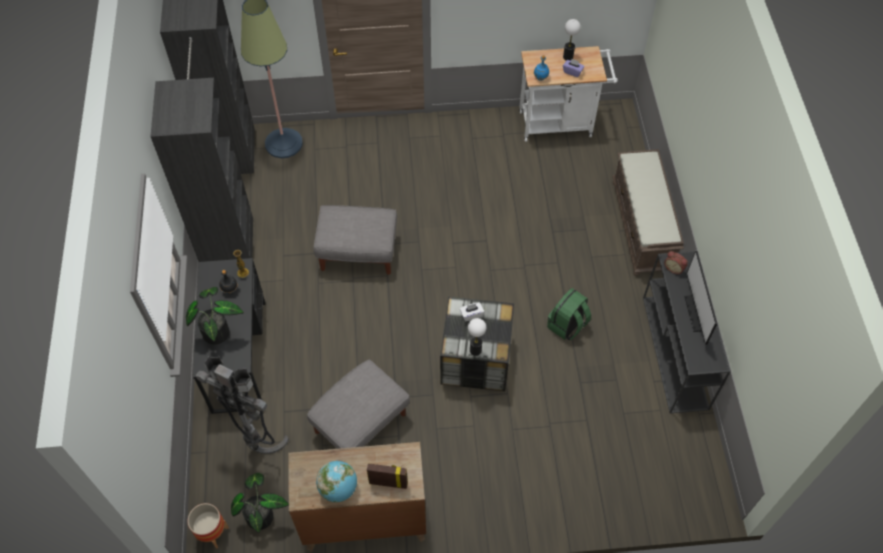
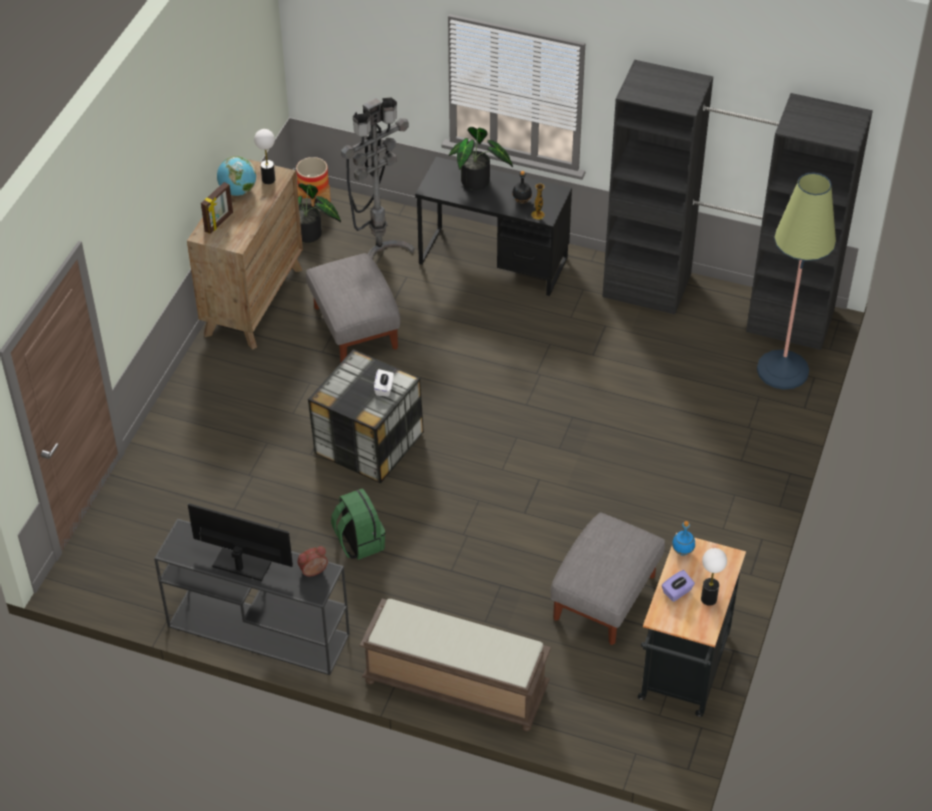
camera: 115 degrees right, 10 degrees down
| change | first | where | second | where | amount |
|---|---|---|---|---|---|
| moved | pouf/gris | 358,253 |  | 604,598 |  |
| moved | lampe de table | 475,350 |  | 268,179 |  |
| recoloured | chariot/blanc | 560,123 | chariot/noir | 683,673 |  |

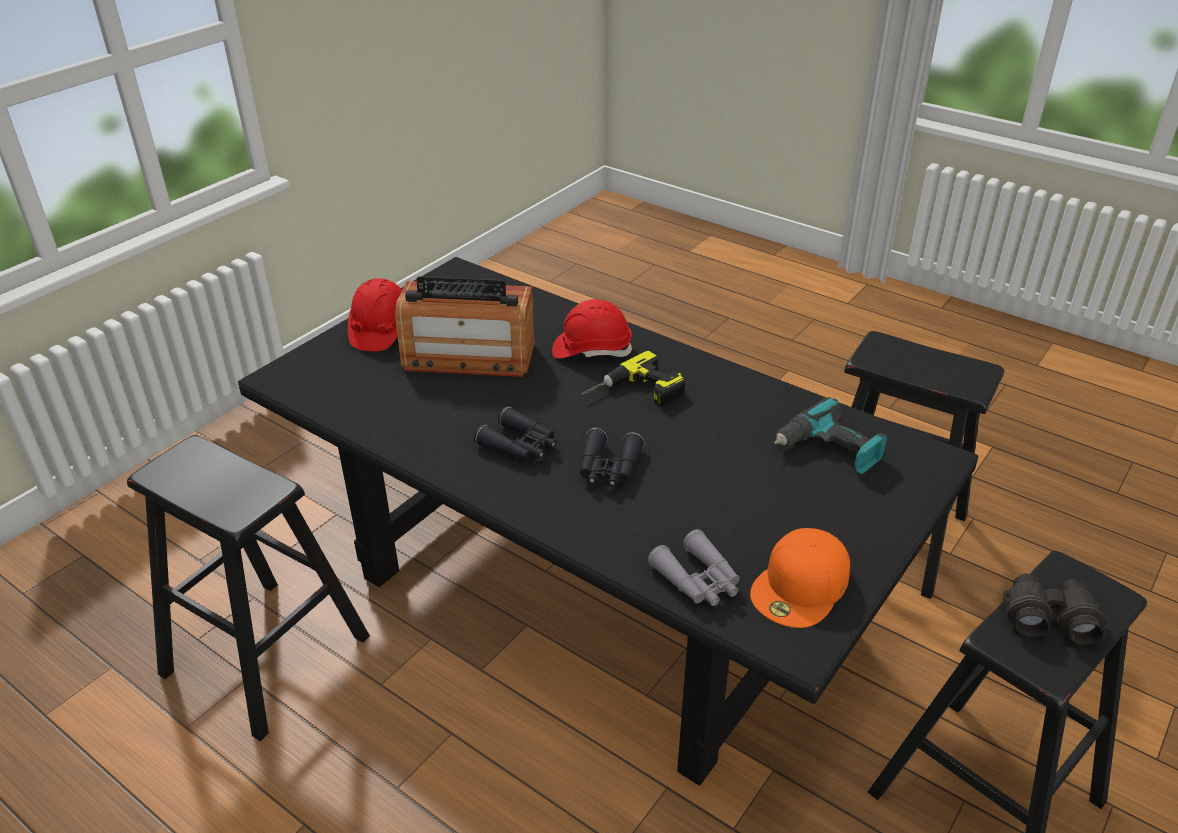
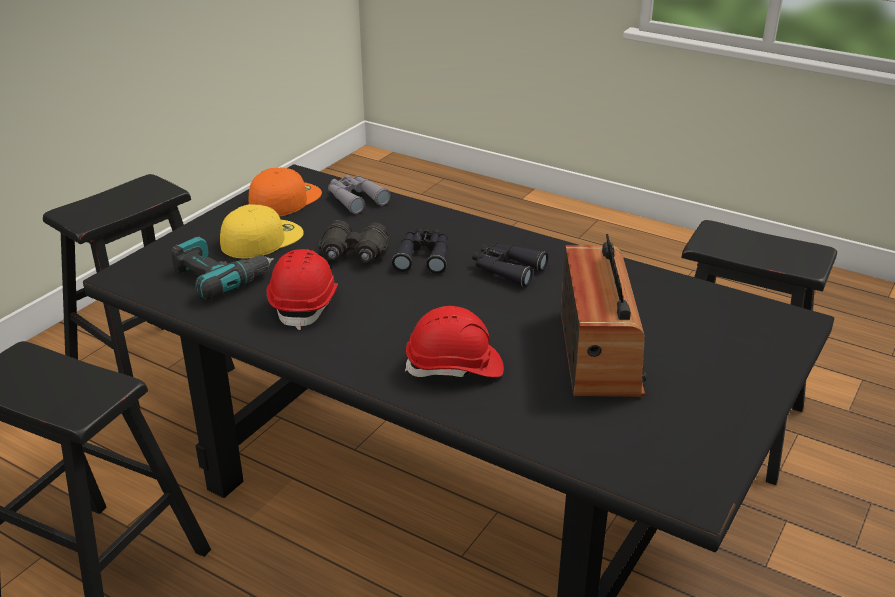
camera: 175 degrees right, 5 degrees down
| change | first | where | second | where | amount |
|---|---|---|---|---|---|
| moved | casque de chantier/rouge | 380,330 |  | 305,304 |  |
| turned | radio | 468,357 |  | 599,352 | 90 degrees clockwise |
| removed | perceuse | 635,393 |  |  |  |
| moved | jumelles/noir | 1048,617 |  | 354,255 |  |
| added |  |  | casquette/jaune | 262,238 |  |

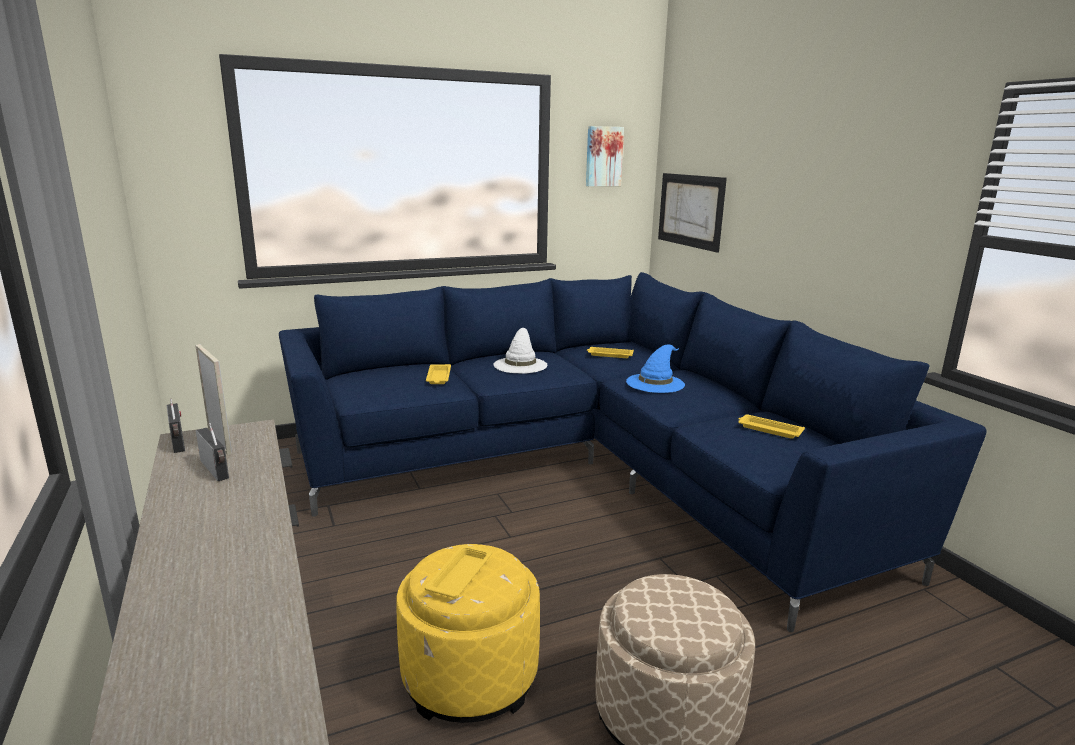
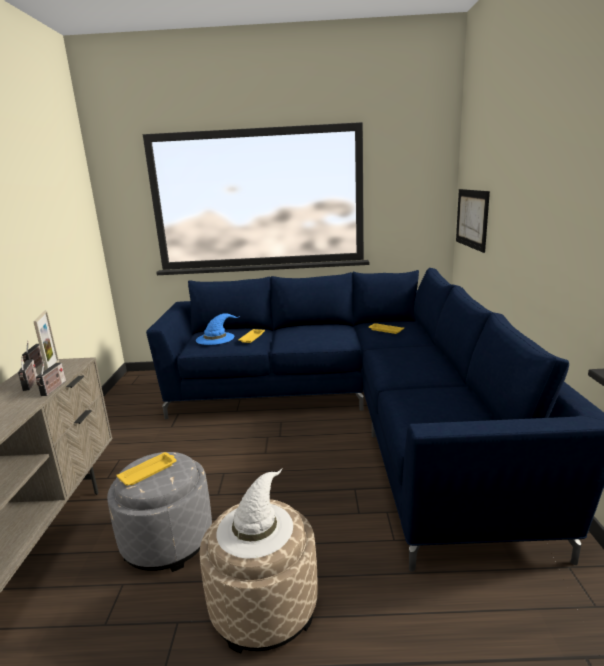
camera: 25 degrees right, 0 degrees up
| change | first | where | second | where | amount |
|---|---|---|---|---|---|
| recoloured | pouf/jaune | 470,677 | pouf/gris | 167,540 |  |
| moved | chapeau/blanc | 520,364 |  | 255,527 |  |
| removed | tableau | 603,156 |  |  |  |
| moved | chapeau/bleu | 655,382 |  | 215,338 |  |
| removed | plateau/jaune | 768,429 |  |  |  |
| added |  |  | radio | 53,389 |  |

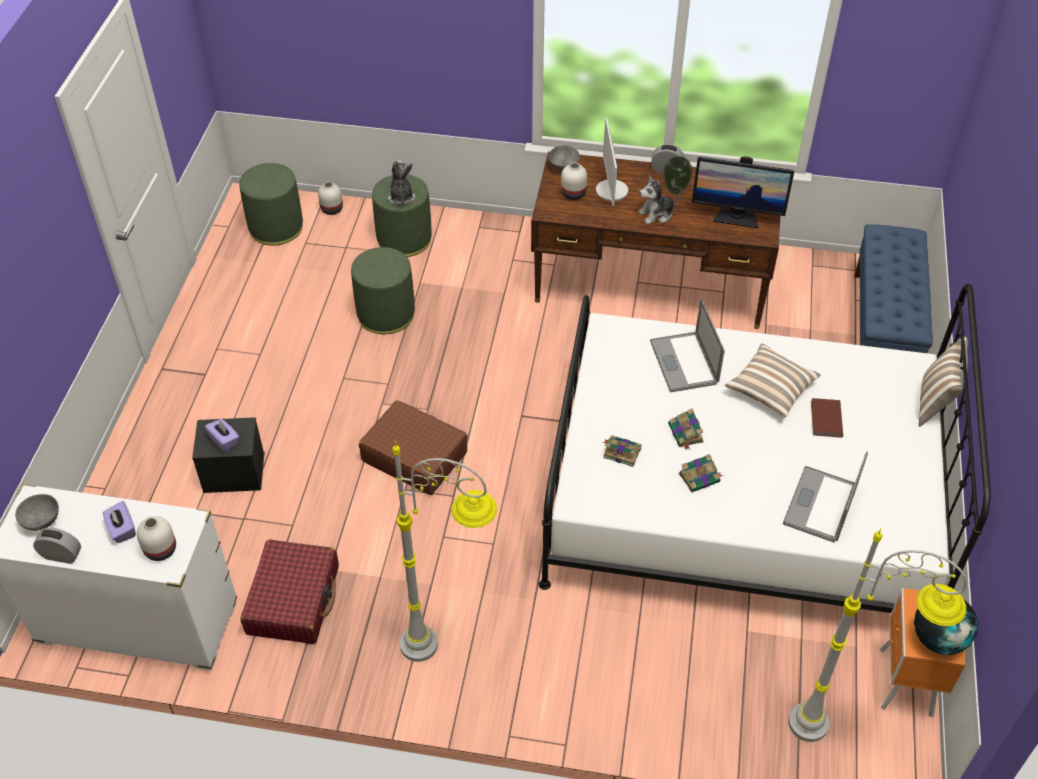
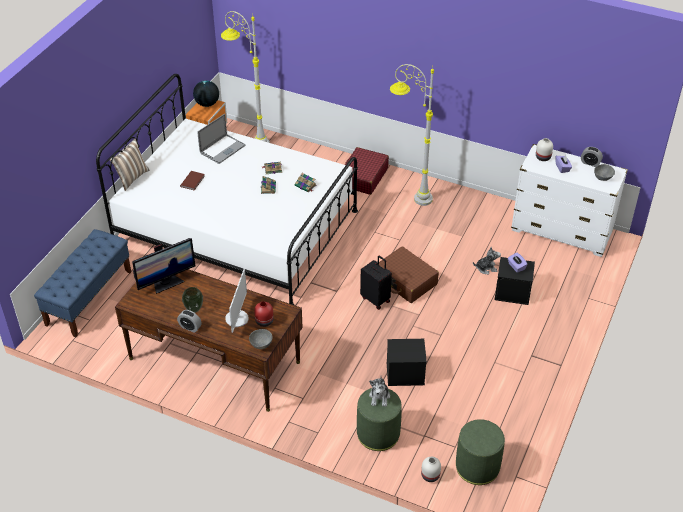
camera: 165 degrees left, 5 degrees down
| change | first | where | second | where | amount |
|---|---|---|---|---|---|
| moved | valise/rouge | 293,600 |  | 363,177 |  |
| replaced | pouf/vert | 386,314 | boîte de rangement/noir | 404,374 |  |
| recoloured | vase/blanc | 573,193 | vase/rouge | 264,322 |  |
| moved | peluche | 656,214 |  | 486,268 |  |
| removed | ordinateur portable | 684,362 |  |  |  |
| turned | écran d'ordinateur | 736,217 |  | 166,283 | 120 degrees clockwise |
| removed | coussin | 770,389 |  |  |  |
| added |  |  | valise/noir | 376,299 |  |

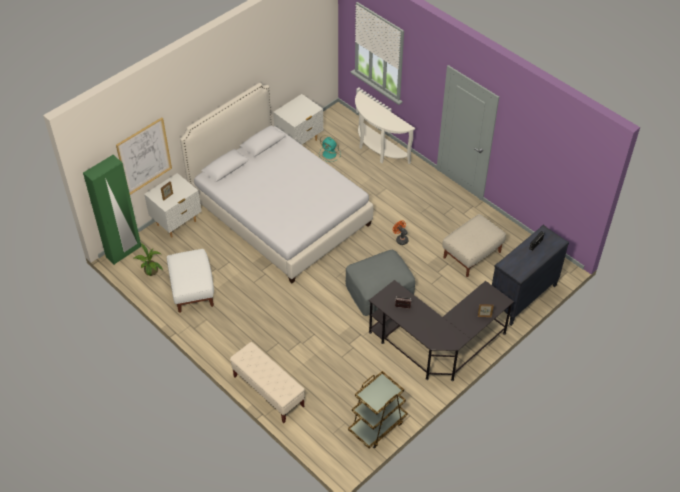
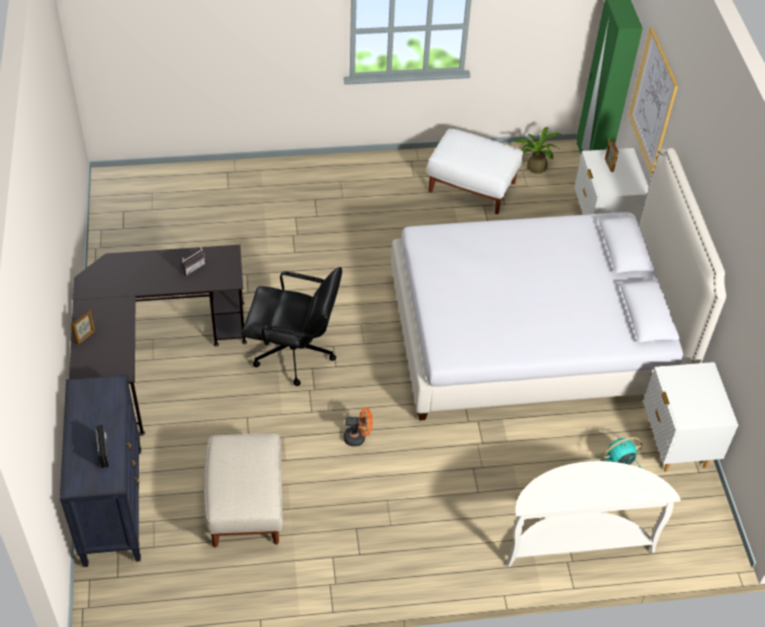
camera: 125 degrees right, 0 degrees up
| change | first | where | second | where | amount |
|---|---|---|---|---|---|
| removed | banc/beige | 268,391 |  |  |  |
| replaced | pouf/gris | 379,290 | chaise de bureau/noir | 294,354 |  |
| removed | chariot/marron | 377,425 |  |  |  |

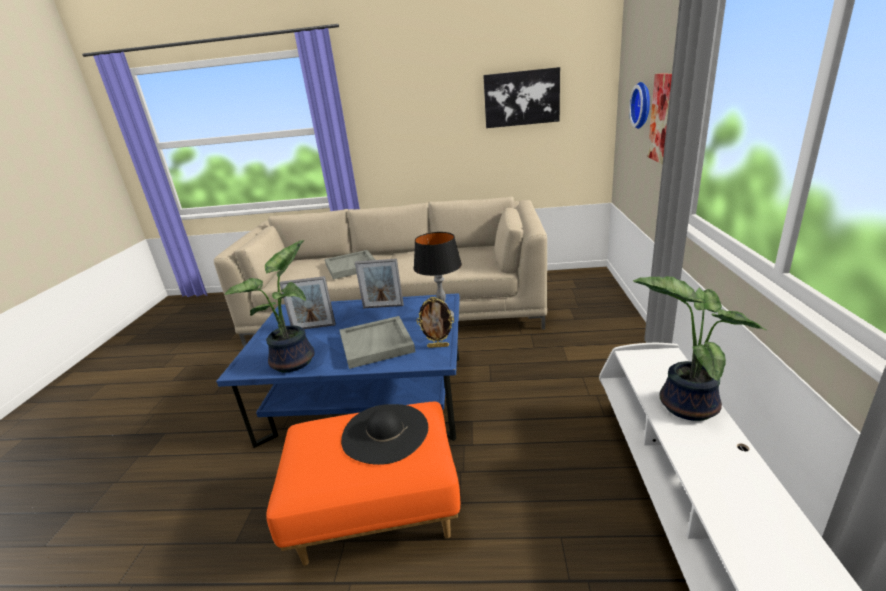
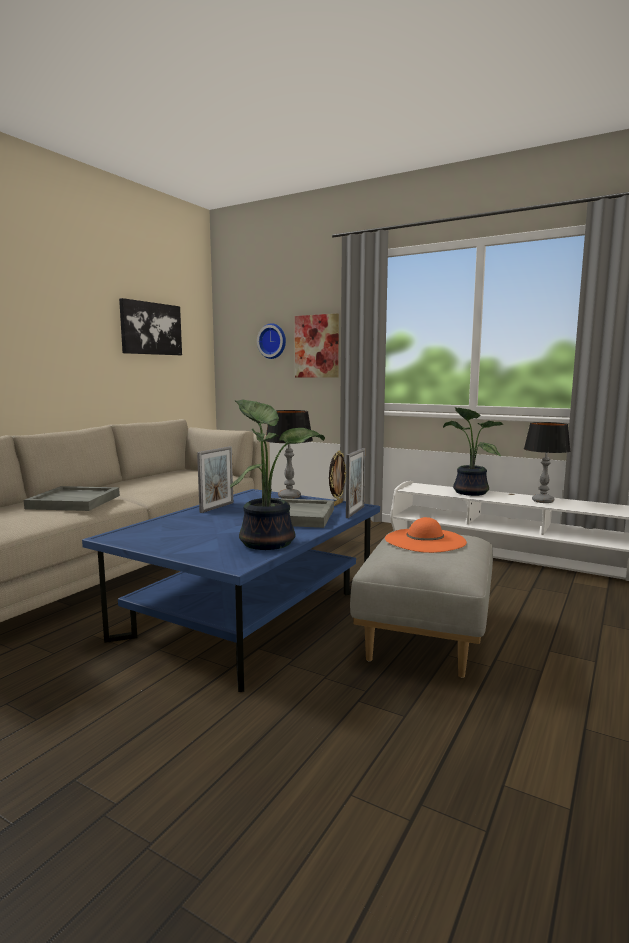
camera: 65 degrees left, 15 degrees down
| change | first | where | second | where | amount |
|---|---|---|---|---|---|
| recoloured | pouf/orange | 376,513 | pouf/gris | 426,636 |  |
| moved | cadre photo | 313,327 |  | 355,512 |  |
| recoloured | chapeau/noir | 385,432 | chapeau/orange | 425,540 |  |
| added |  |  | lampe de table | 542,501 |  |

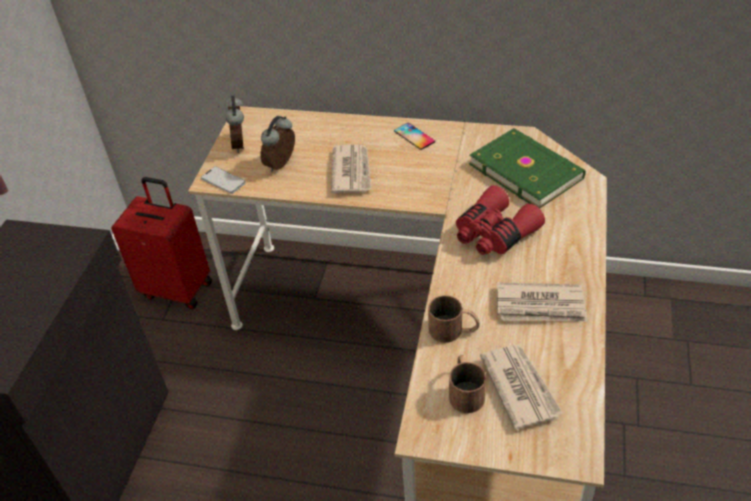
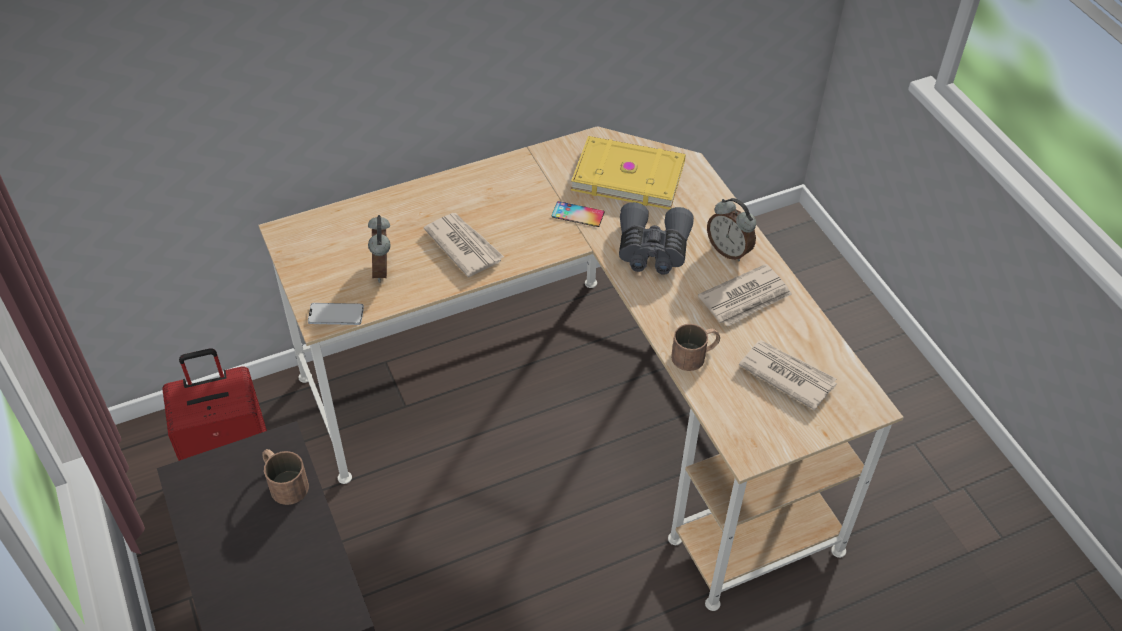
camera: 40 degrees left, 5 degrees up
| change | first | where | second | where | amount |
|---|---|---|---|---|---|
| moved | réveil | 241,144 |  | 729,250 |  |
| moved | téléphone | 414,136 |  | 578,214 |  |
| moved | mug/marron | 465,390 |  | 283,482 |  |
| recoloured | jumelles/rouge | 494,233 | jumelles/gris | 652,250 |  |
| recoloured | livre/vert | 526,170 | livre/jaune | 628,175 |  |

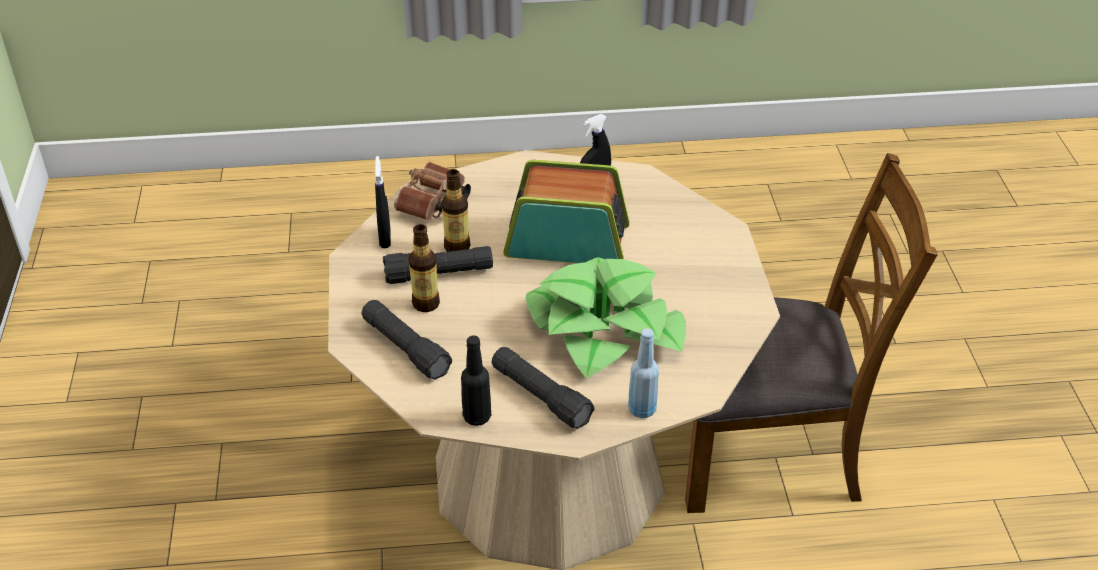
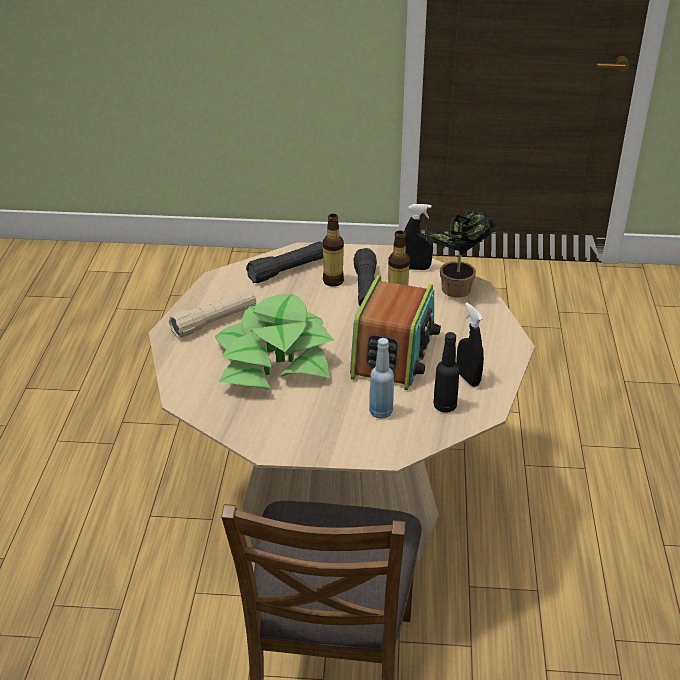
camera: 100 degrees right, 5 degrees down
| change | first | where | second | where | amount |
|---|---|---|---|---|---|
| replaced | jumelles/marron | 433,205 | plante en pot | 455,292 |  |
| moved | bouteille/noir | 477,416 |  | 445,406 |  |
| recoloured | lampe de poche/noir | 540,397 | lampe de poche/beige | 214,322 |  |
| moved | bouteille/bleu | 642,409 |  | 381,412 |  |

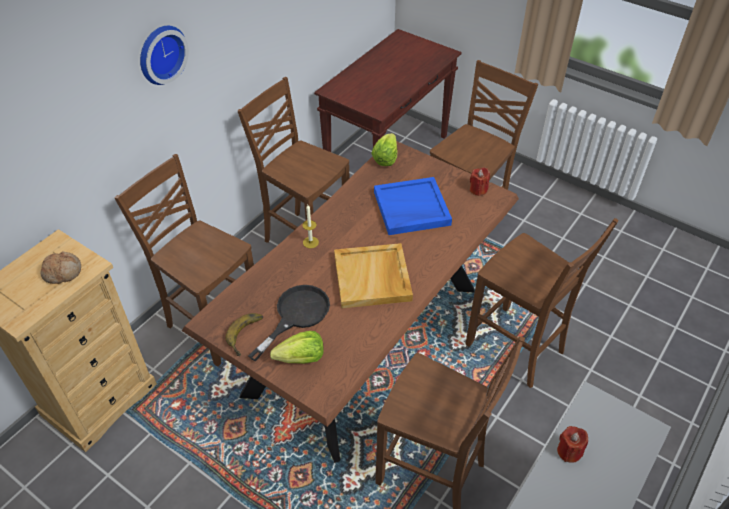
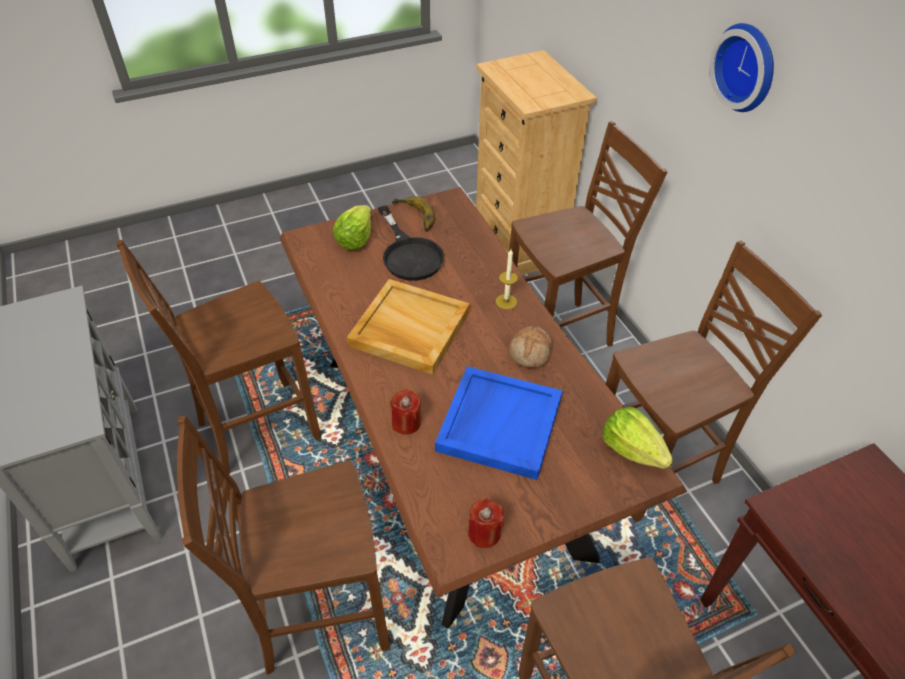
camera: 120 degrees right, 0 degrees up
| change | first | where | second | where | amount |
|---|---|---|---|---|---|
| moved | pain | 63,272 |  | 530,353 |  |
| moved | bougie/rouge | 569,451 |  | 406,423 |  |

